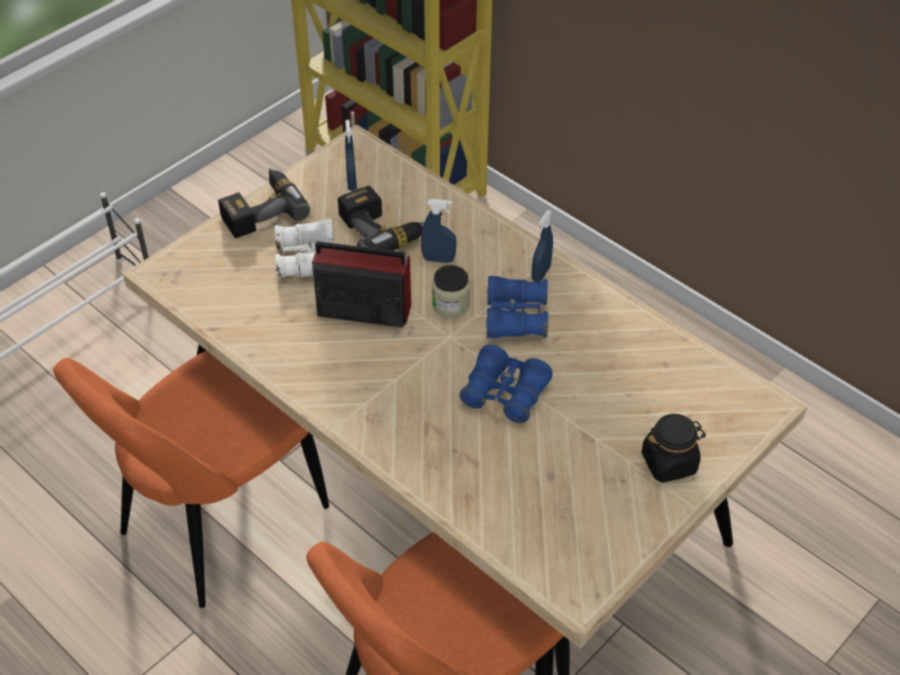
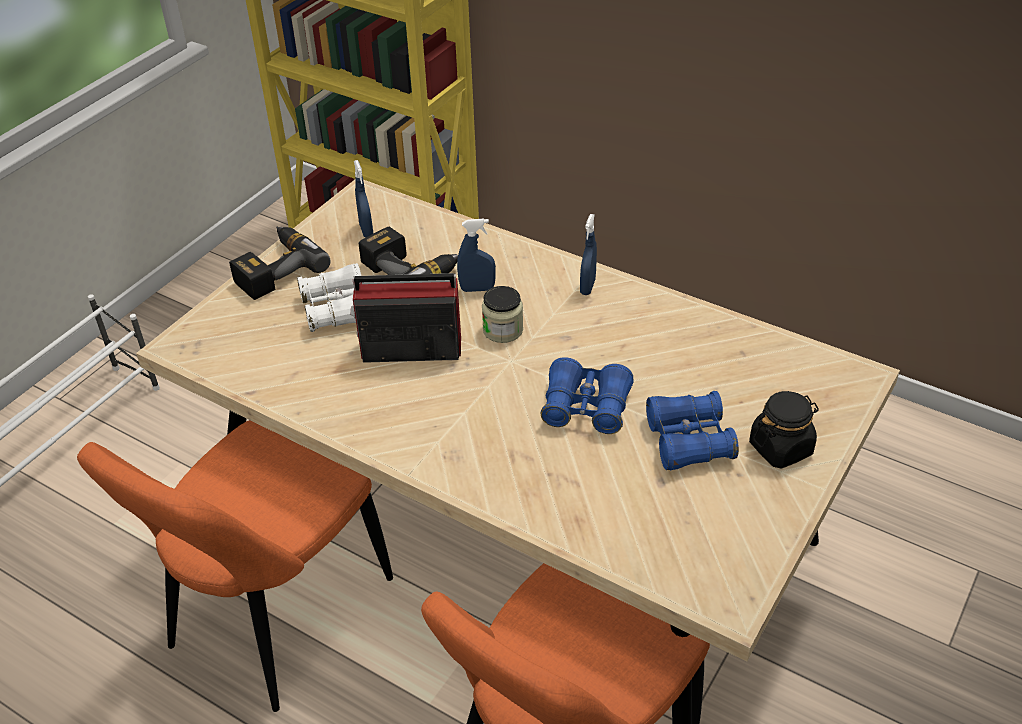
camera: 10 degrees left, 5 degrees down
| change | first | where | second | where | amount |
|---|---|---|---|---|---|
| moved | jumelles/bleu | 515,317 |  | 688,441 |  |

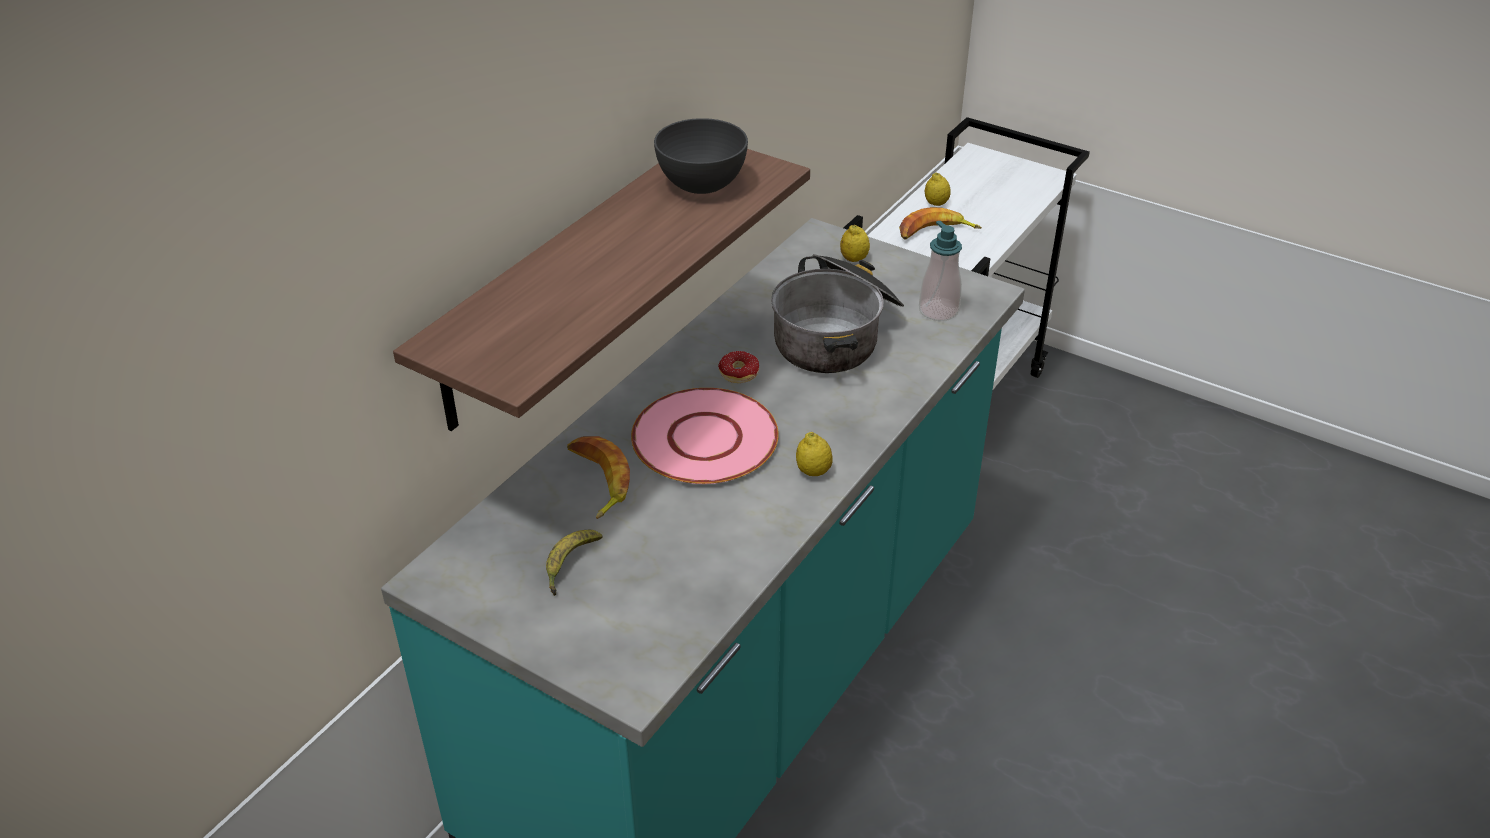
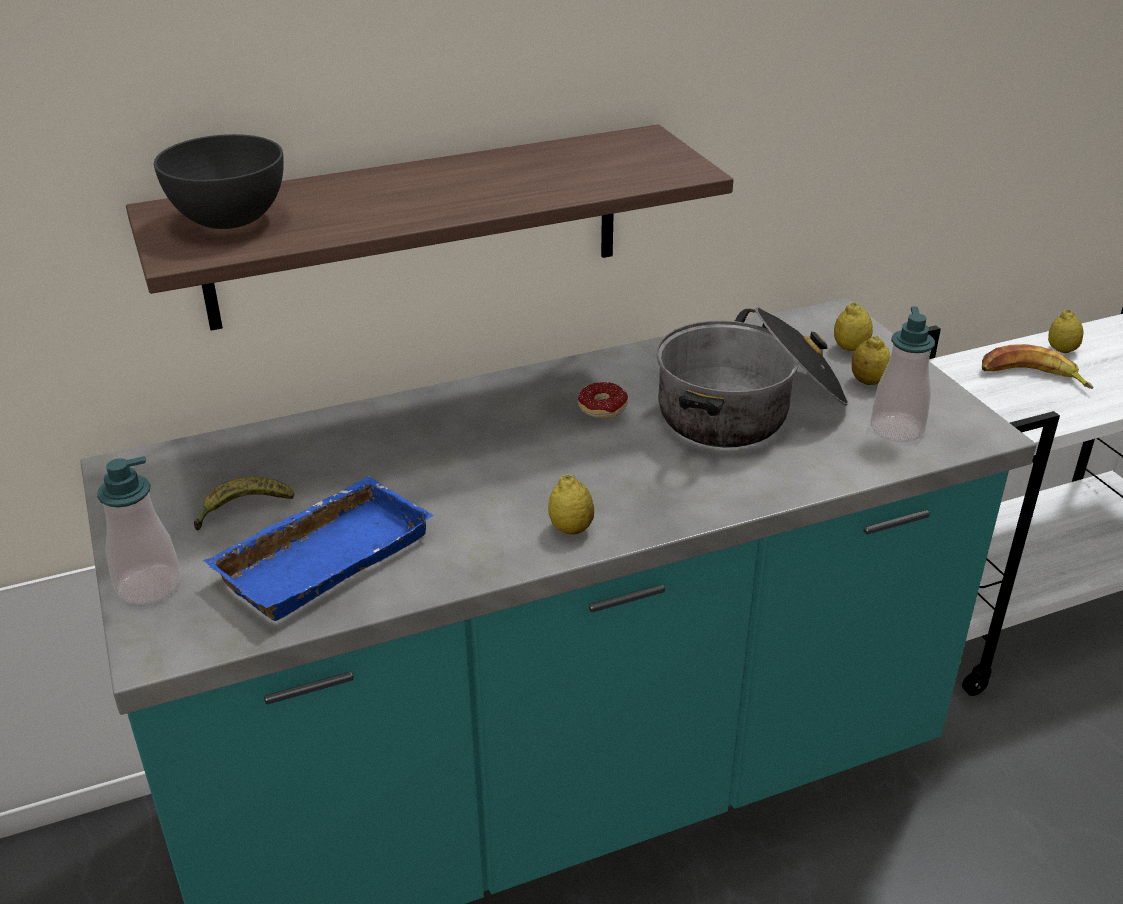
camera: 35 degrees right, 5 degrees down
| change | first | where | second | where | amount |
|---|---|---|---|---|---|
| removed | banane | 597,481 |  |  |  |
| removed | assiette/rose | 704,438 |  |  |  |
| moved | bol/gris | 702,184 |  | 230,219 |  |
| added |  |  | distributeur de savon | 149,586 |  |
| added |  |  | plateau/bleu | 323,555 |  |
| added |  |  | citron | 868,382 |  |

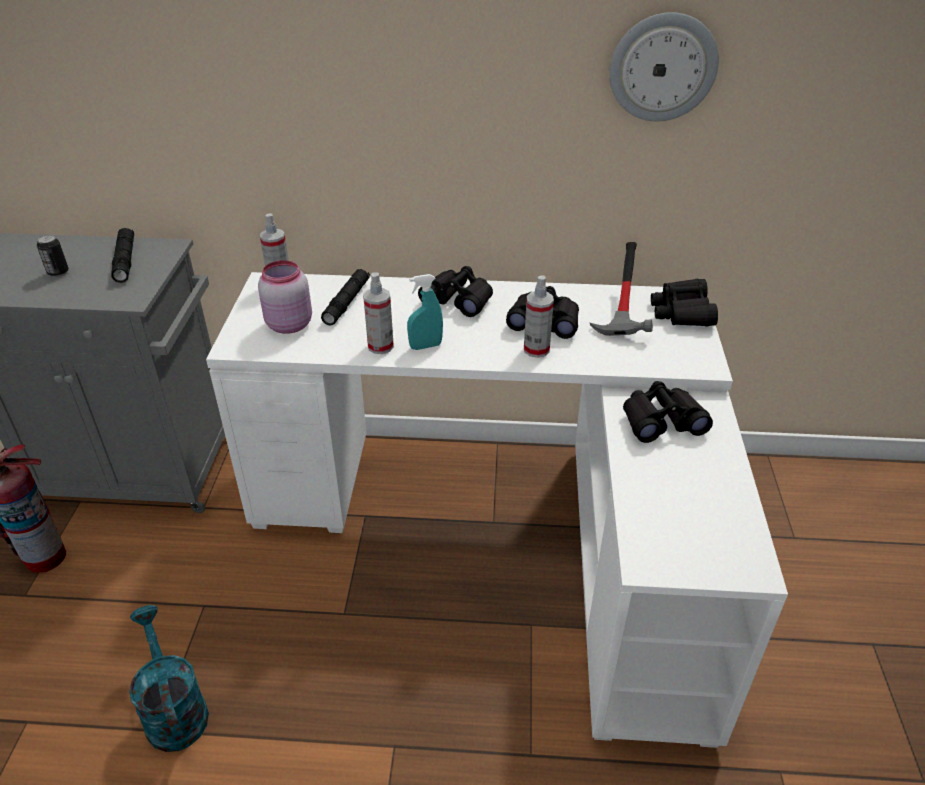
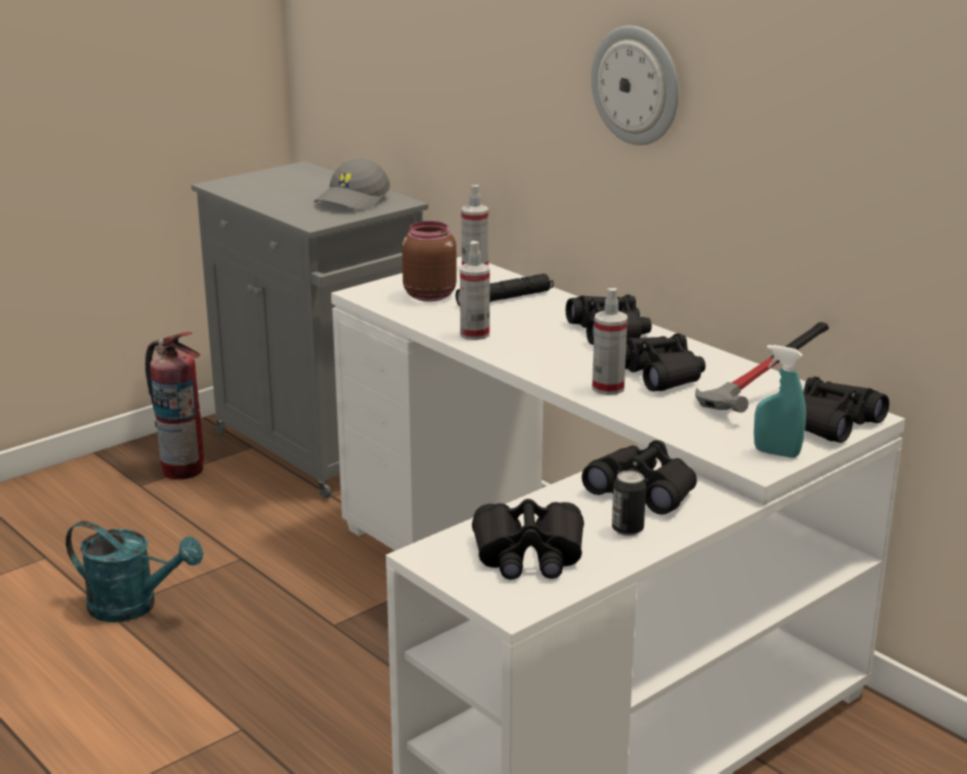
camera: 45 degrees right, 15 degrees down
| change | first | where | second | where | amount |
|---|---|---|---|---|---|
| moved | boîte métallique | 58,273 |  | 627,529 |  |
| replaced | lampe de poche/noir | 125,261 | casquette/gris | 353,201 |  |
| turned | arrosoir/turquoise | 173,709 |  | 134,606 | 90 degrees clockwise |
| recoloured | bocal/rose | 288,324 | bocal/marron | 429,295 |  |
| moved | vaporisateur/turquoise | 425,346 |  | 776,453 |  |
| moved | horloge murale | 663,67 |  | 637,85 |  |
| added |  |  | jumelles/noir | 528,555 |  |

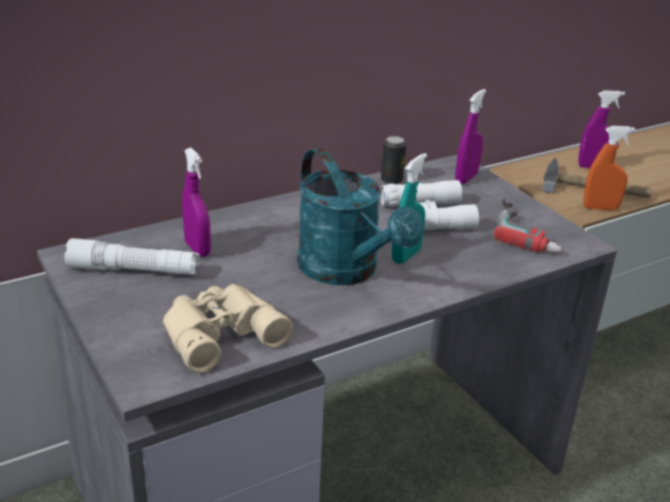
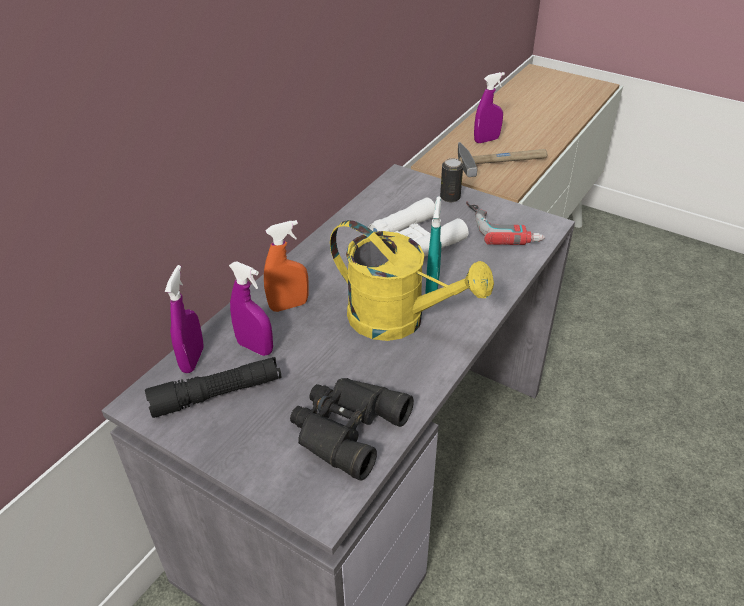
camera: 25 degrees left, 10 degrees up
| change | first | where | second | where | amount |
|---|---|---|---|---|---|
| recoloured | lampe de poche/blanc | 134,270 | lampe de poche/noir | 217,394 |  |
| recoloured | jumelles/beige | 218,332 | jumelles/noir | 345,428 |  |
| recoloured | arrosoir/turquoise | 347,271 | arrosoir/jaune | 399,320 |  |
| moved | boîte métallique | 391,180 |  | 450,197 |  |
| moved | vaporisateur/violet | 466,178 |  | 192,360 |  |
| moved | vaporisateur/orange | 600,208 |  | 289,305 |  |

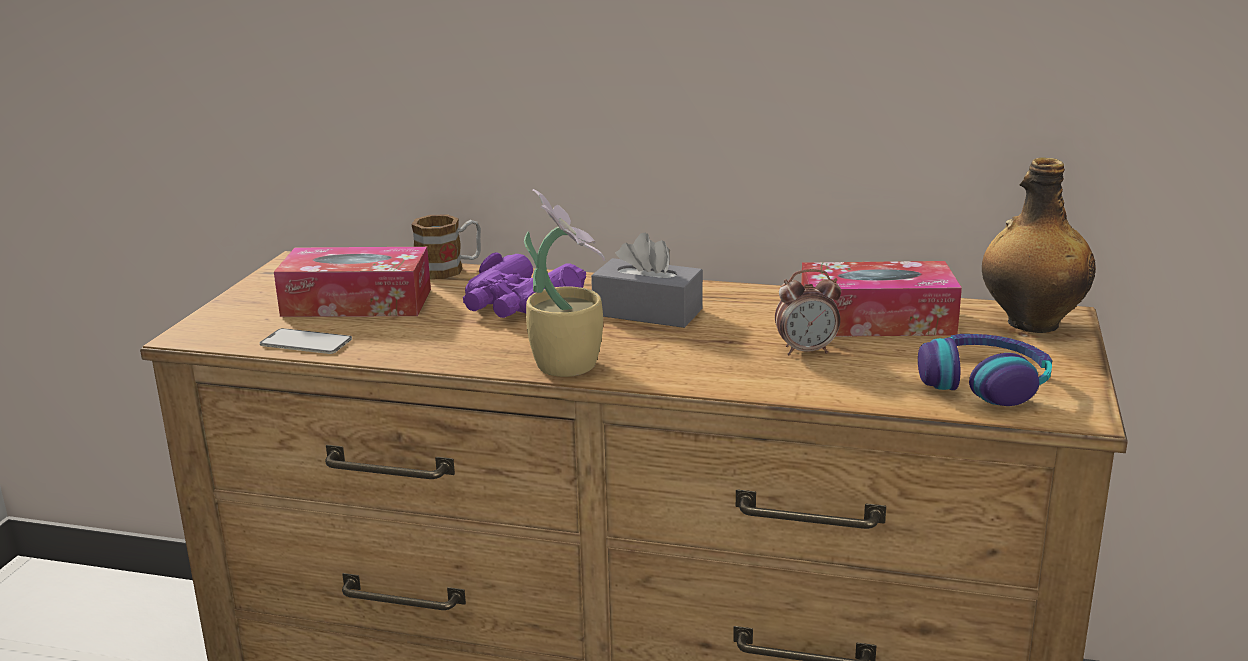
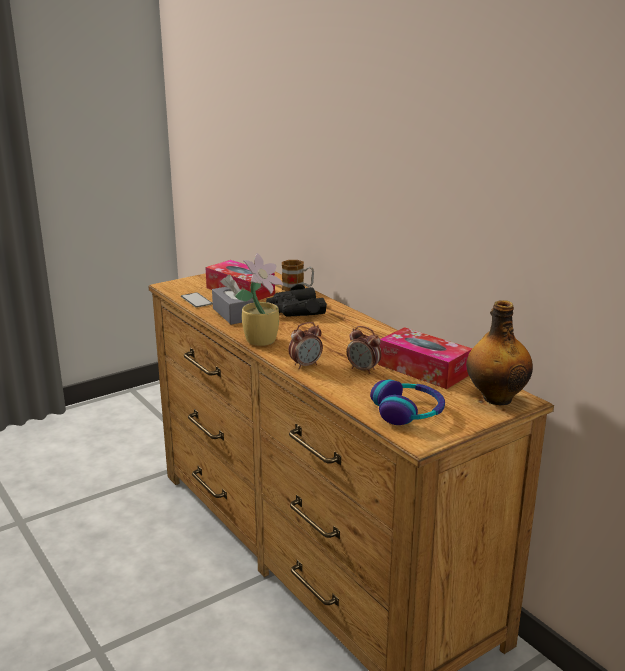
camera: 40 degrees right, 0 degrees up
| change | first | where | second | where | amount |
|---|---|---|---|---|---|
| recoloured | jumelles/violet | 518,303 | jumelles/noir | 295,310 |  |
| moved | boîte à mouchoirs/gris | 647,312 |  | 233,314 |  |
| added |  |  | réveil | 305,365 |  |

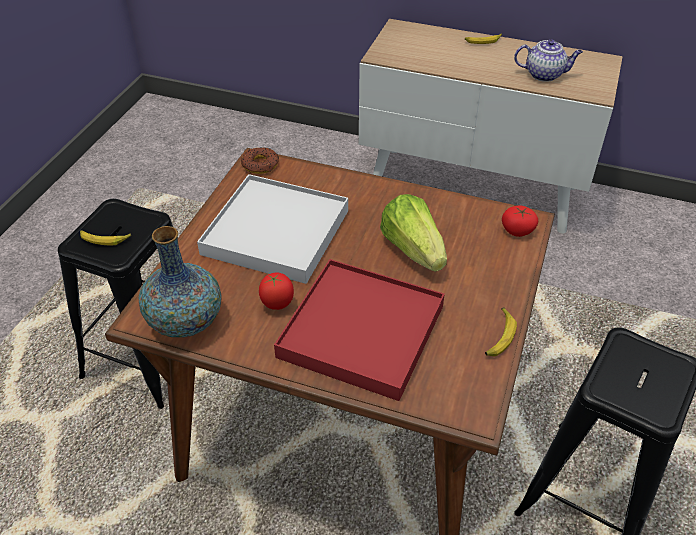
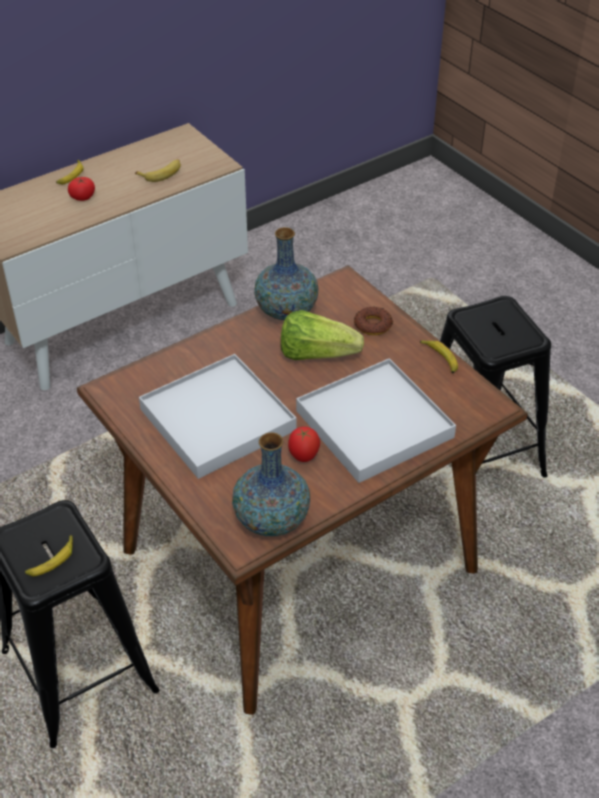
camera: 55 degrees left, 0 degrees up
| change | first | where | second | where | amount |
|---|---|---|---|---|---|
| moved | beignet | 260,164 |  | 373,325 |  |
| recoloured | plateau/rouge | 362,331 | plateau/blanc | 374,423 |  |
| moved | tomate | 517,230 |  | 82,196 |  |
| replaced | théière | 544,74 | banane | 161,173 |  |
| added |  |  | vase | 286,311 |  |

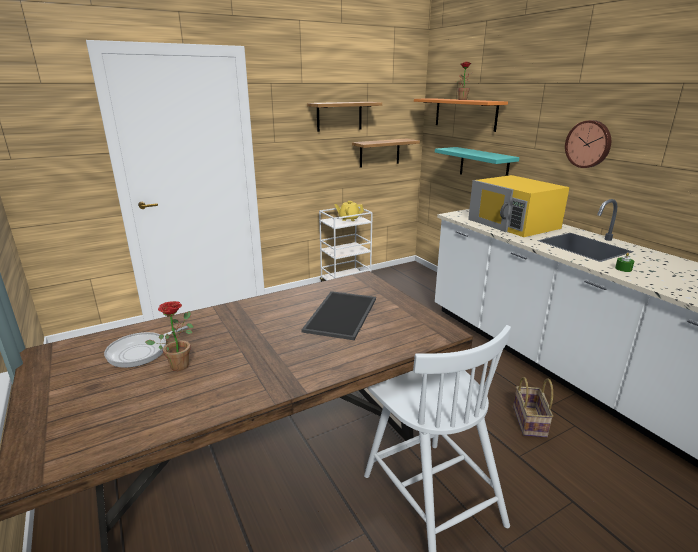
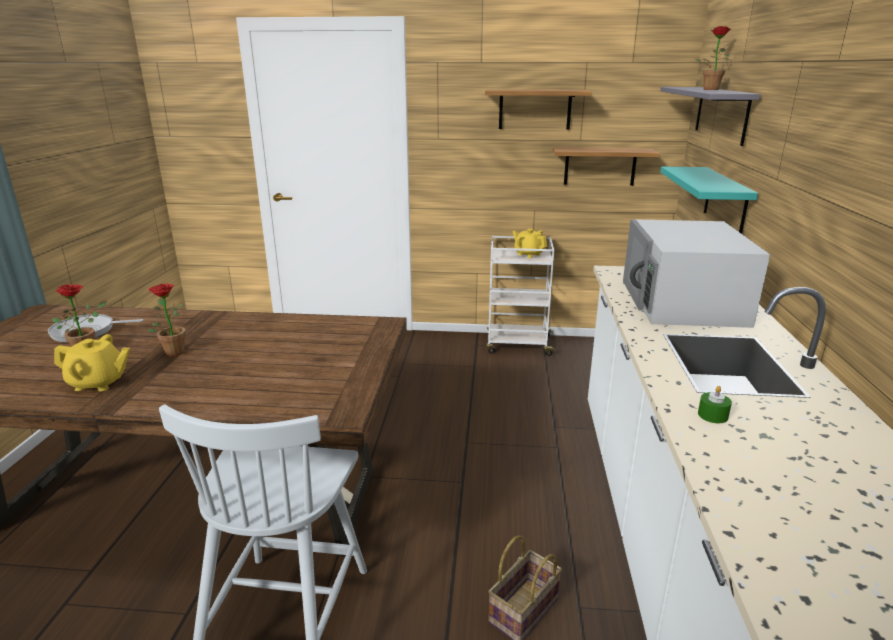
camera: 35 degrees right, 0 degrees up
| change | first | where | second | where | amount |
|---|---|---|---|---|---|
| removed | plateau | 340,314 |  |  |  |
| recoloured | étagère/orange | 465,114 | étagère/gris | 721,113 |  |
| recoloured | micro-ondes/jaune | 514,224 | micro-ondes/blanc | 682,302 |  |
| removed | horloge murale | 588,144 |  |  |  |
| added |  |  | théière/jaune | 98,383 |  |
| added |  |  | plante en pot | 172,351 |  |

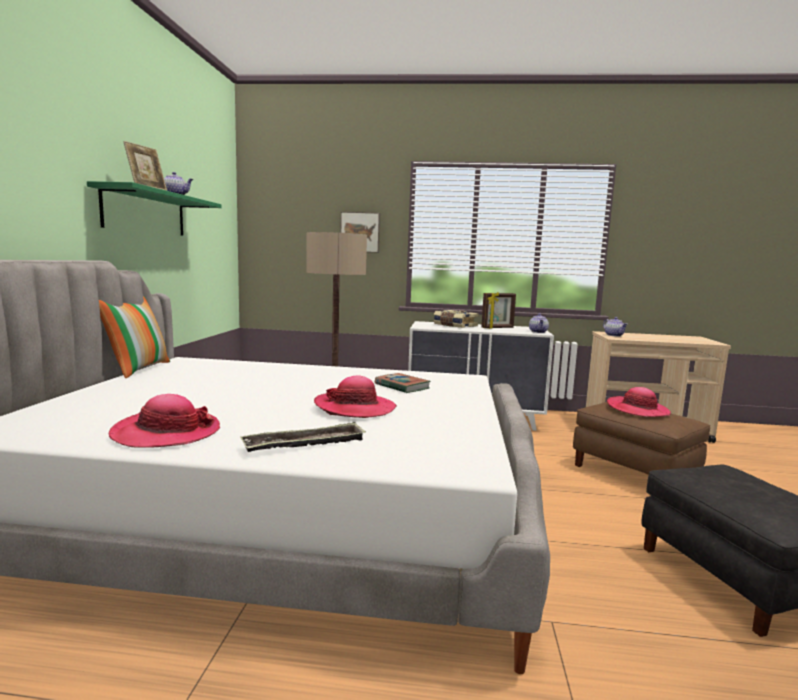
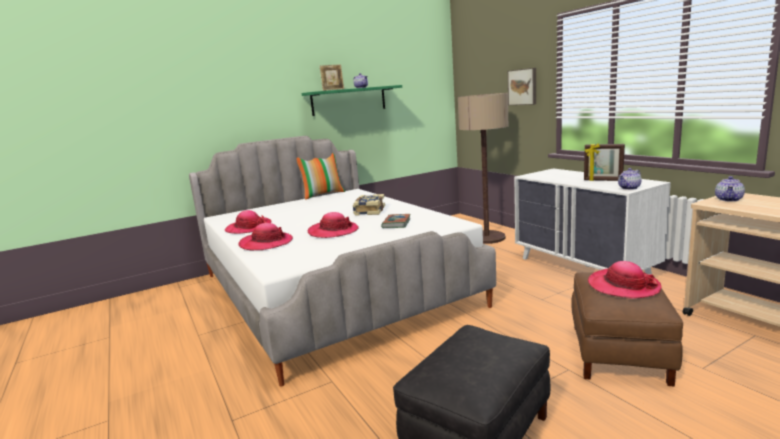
camera: 55 degrees right, 5 degrees up
| change | first | where | second | where | amount |
|---|---|---|---|---|---|
| replaced | plateau | 305,444 | chapeau | 266,243 |  |
| moved | livre | 454,326 |  | 369,211 |  |

